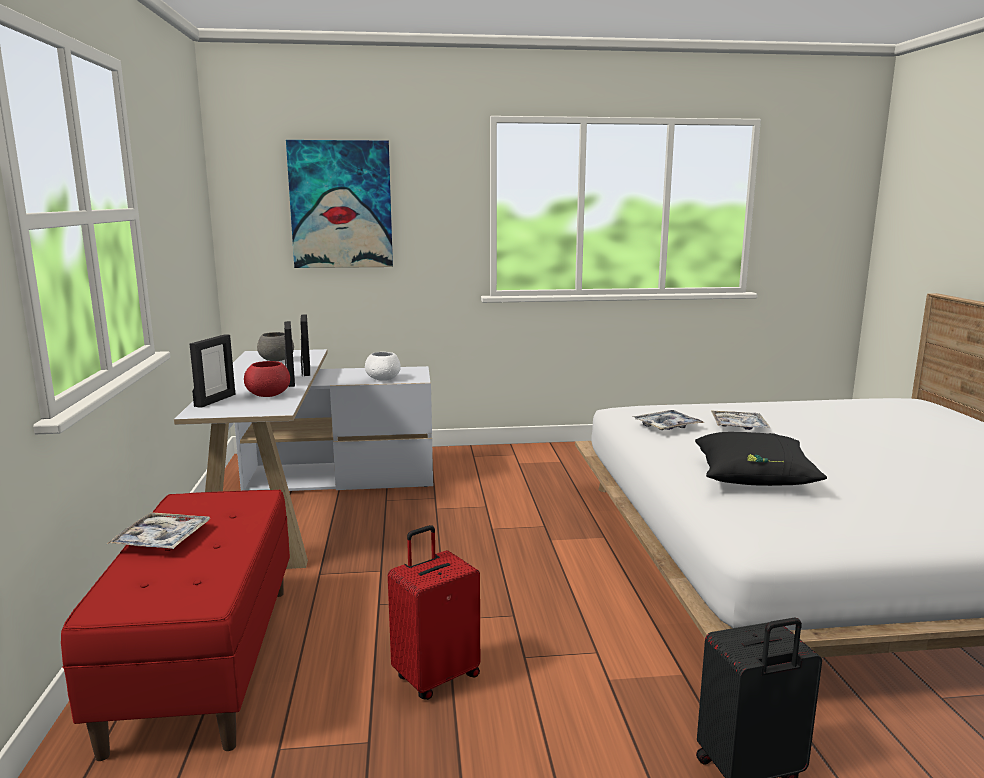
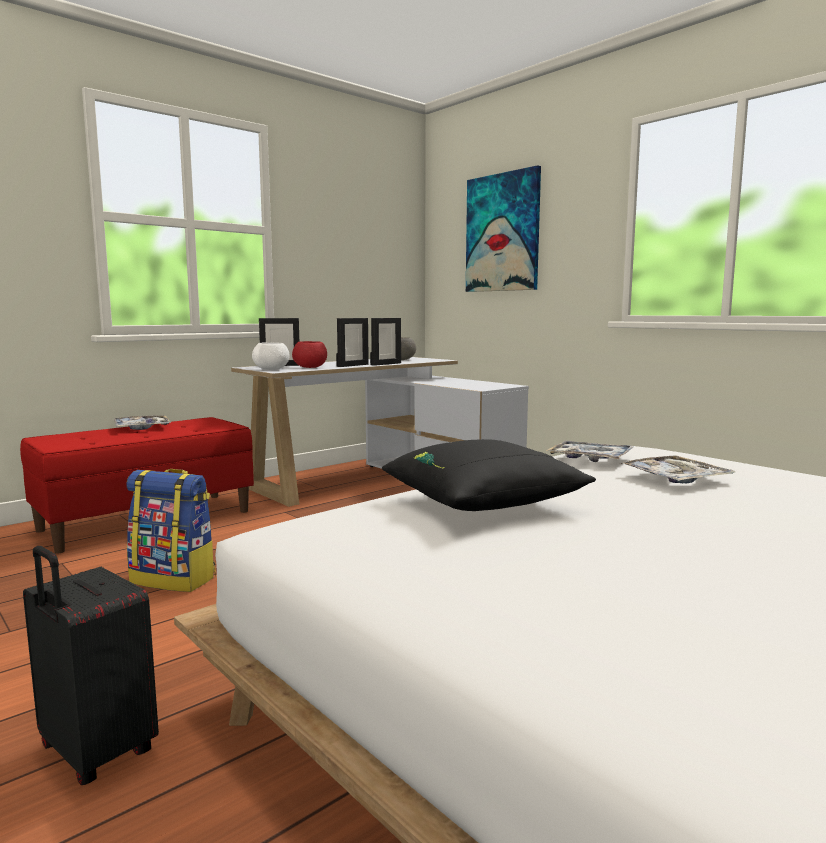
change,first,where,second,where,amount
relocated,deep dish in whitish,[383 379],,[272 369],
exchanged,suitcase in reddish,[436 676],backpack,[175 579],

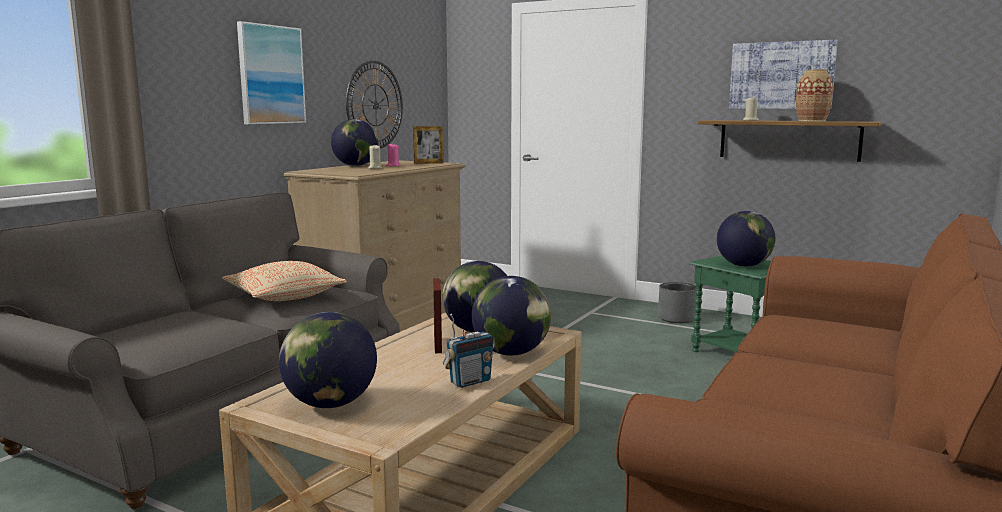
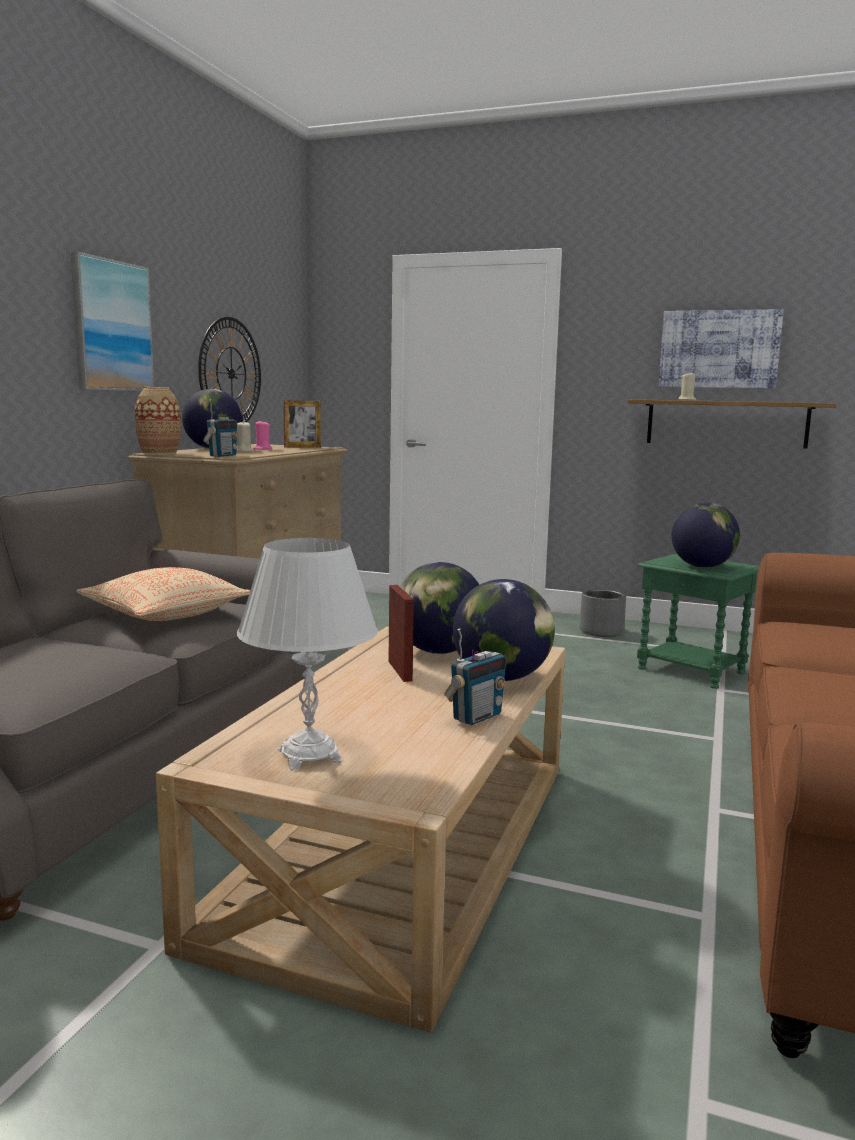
change,first,where,second,where,amount
exchanged,globe,[330 404],tabletop lamp in whitish,[309 756],
relocated,decorative vase,[812 121],,[159 453],
appeared,,,radio,[222 456],

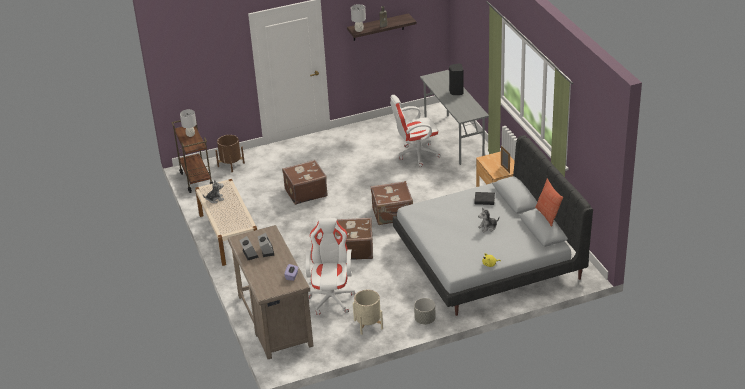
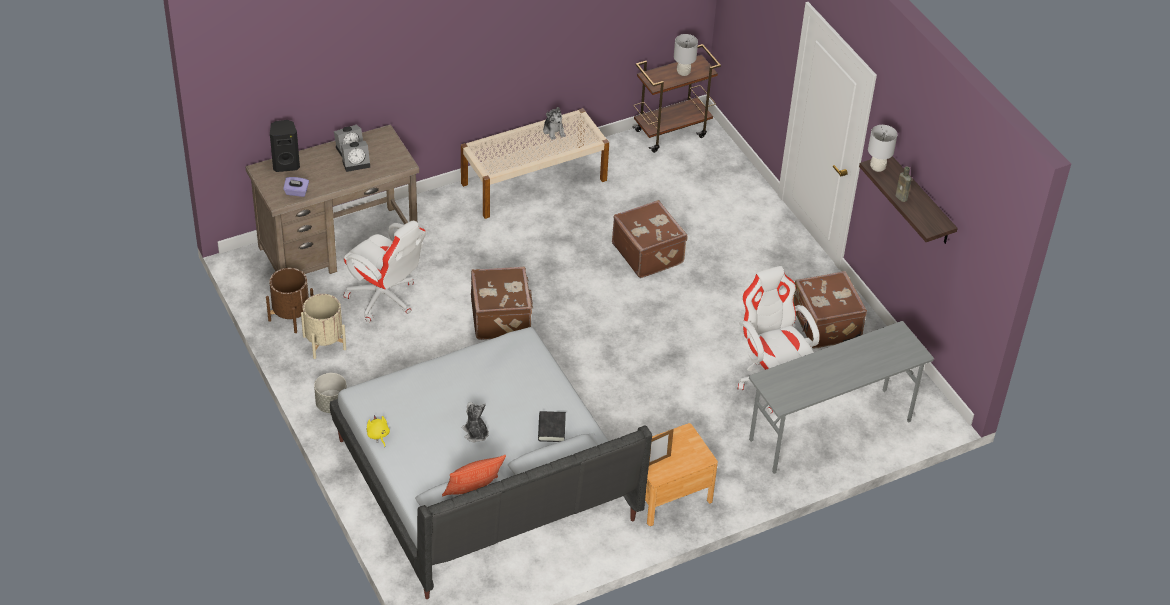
change,first,where,second,where,amount
relocated,flower pot in brown-coloured,[231 165],,[291 316],
spun,office chair in whitish,[332 298],,[386 301],45 degrees clockwise
relocated,suitcase in brown-coloured,[393 214],,[824 325],
relocated,audio speaker in black,[456 92],,[286 164],

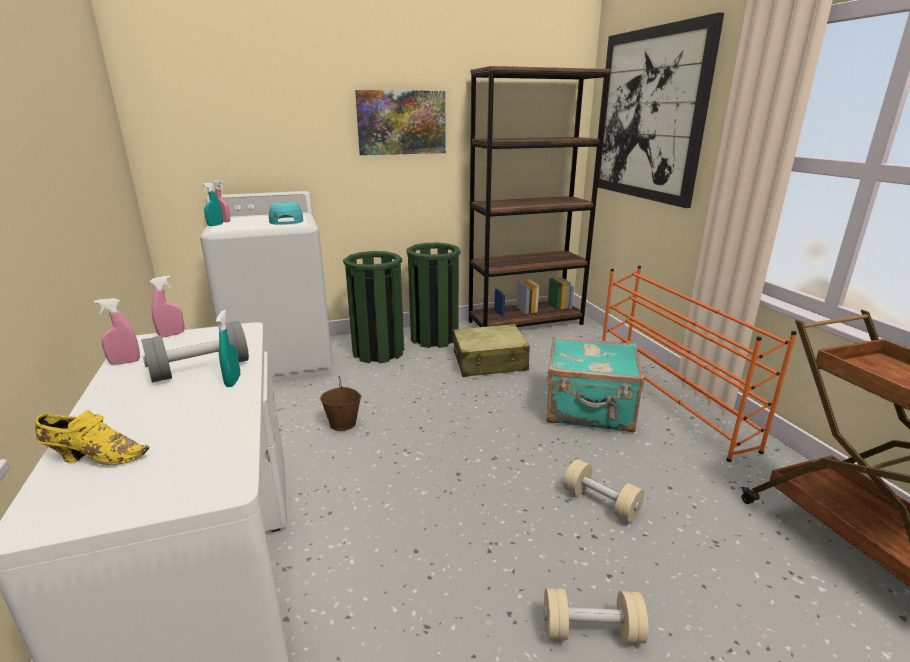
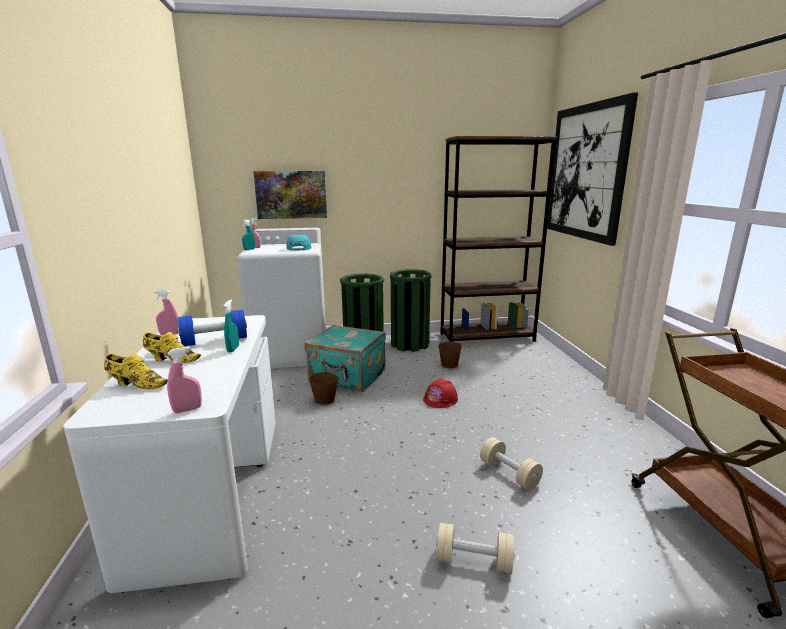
change,first,where,second,where,amount
colour,dumbbell in grey,[200 369],dumbbell in blue,[215 341],
relocated,hand sprayer in pink,[172 334],,[187 410],
relocated,wall art,[401 122],,[291 194],
exchanged,suitcase in sand-coloured,[490 362],pail in brown-coloured,[449 364],
relocated,suitcase in turquoise-coloured,[589 410],,[347 377],
missing,shoe stand in orange-coloured,[669 401],,,
appeared,,,item of footwear in yellow-coloured,[171 360],
appeared,,,safety helmet in reddish,[440 399],

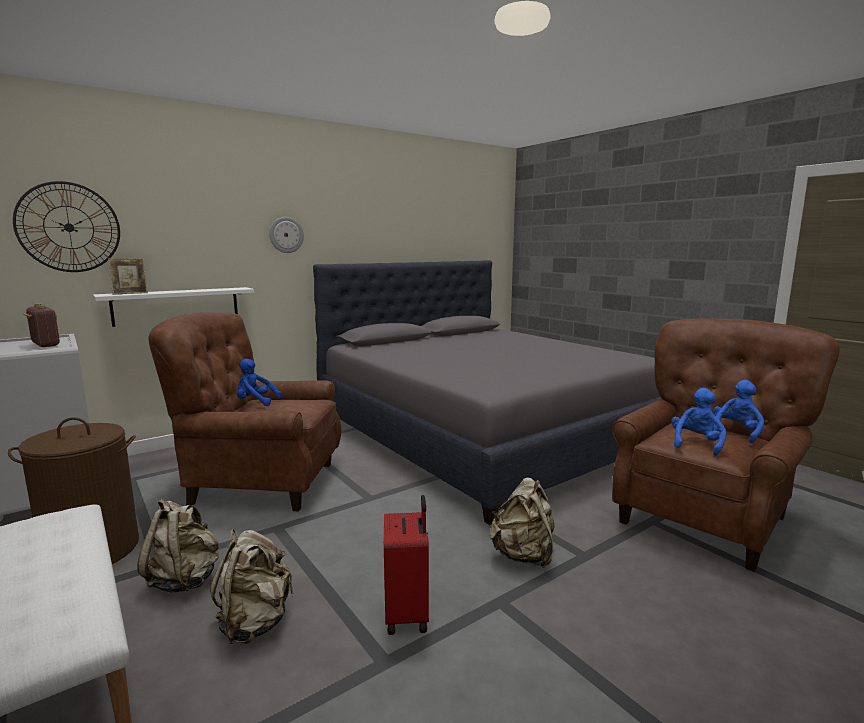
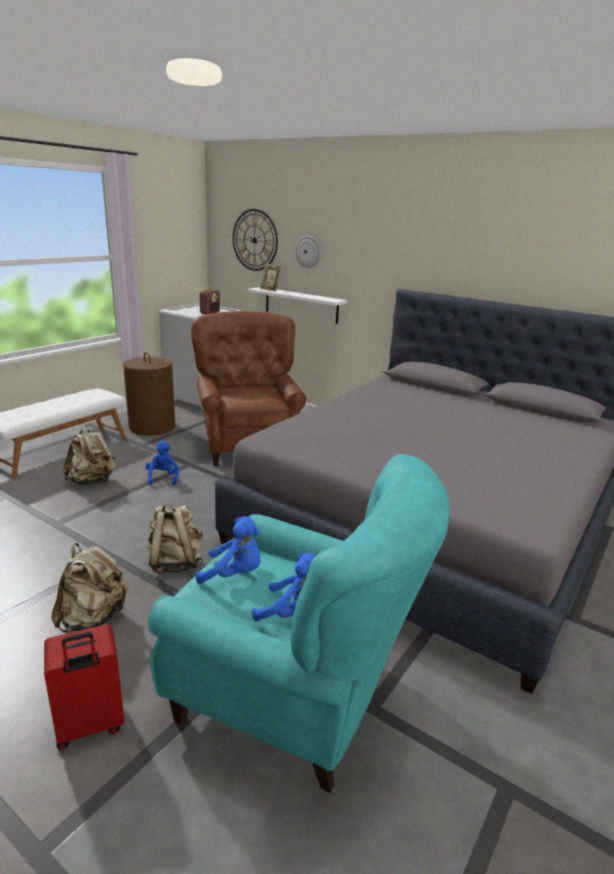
change,first,where,second,where,amount
relocated,backpack in sand-coloured,[185 579],,[93 618],
relocated,soft toy in blue,[256 402],,[163 478],
relocated,hanging clock,[286 235],,[308 251],
relocated,suitcase in reddish,[408 614],,[90 726],
colour,easy chair in brown-coloured,[705 517],easy chair in turquoise-coloured,[295 696],

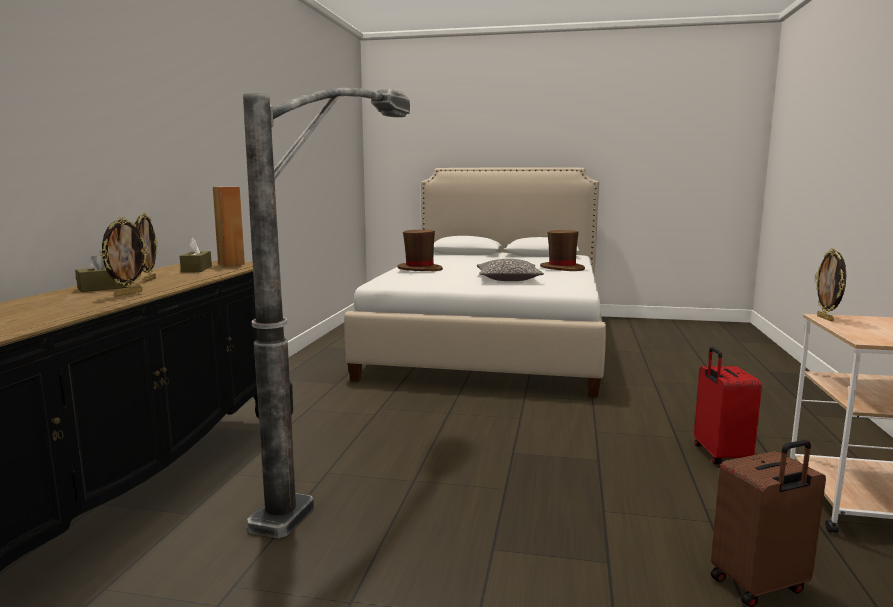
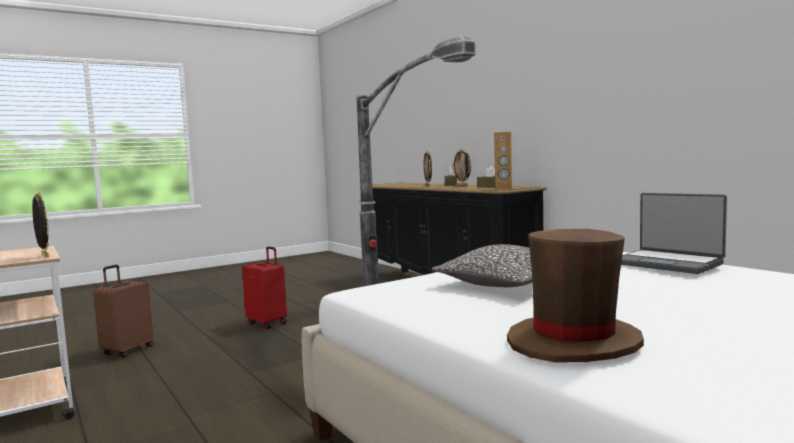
change,first,where,second,where,amount
exchanged,hat in brown-coloured,[419 269],notebook computer,[668 263],
relocated,suitcase in reddish,[719 455],,[268 323],

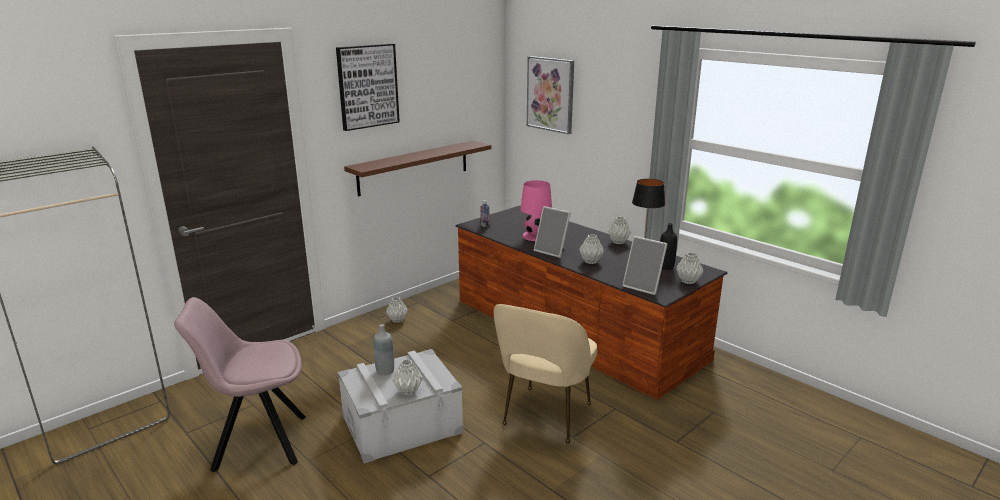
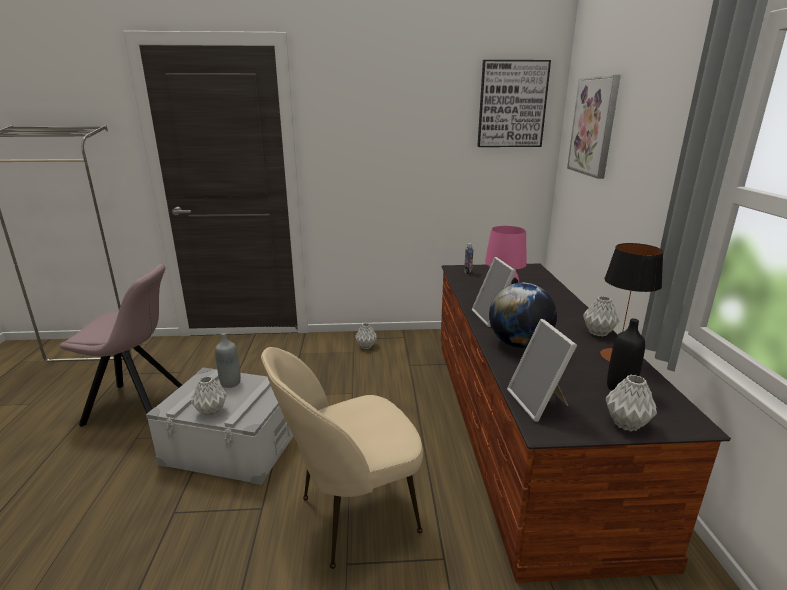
change,first,where,second,where,amount
spun,upright chair in pink,[259 443],,[136 405],150 degrees clockwise
relocated,wall art,[367 86],,[512 104],
missing,wall shelf in brown-coloured,[414 167],,,
exchanged,decorative vase in grey,[591 262],globe,[519 344],

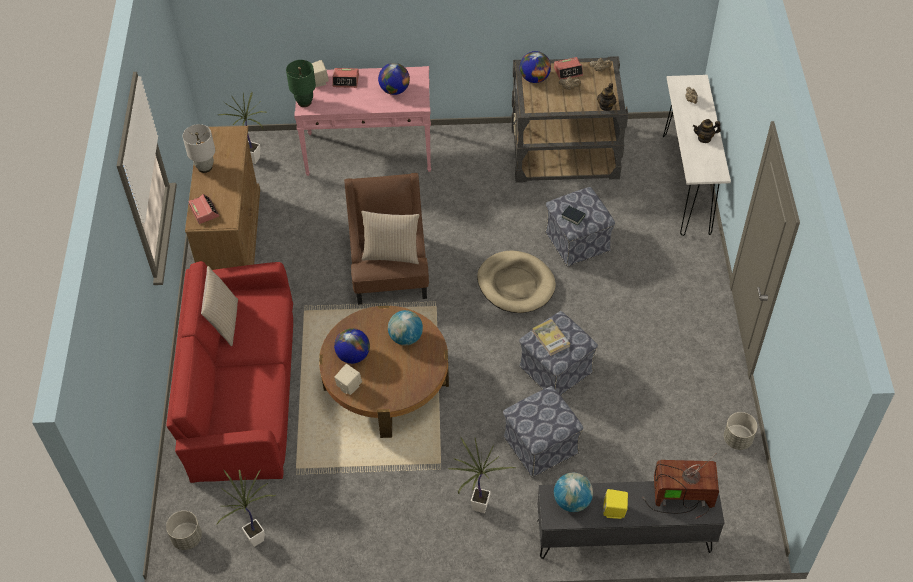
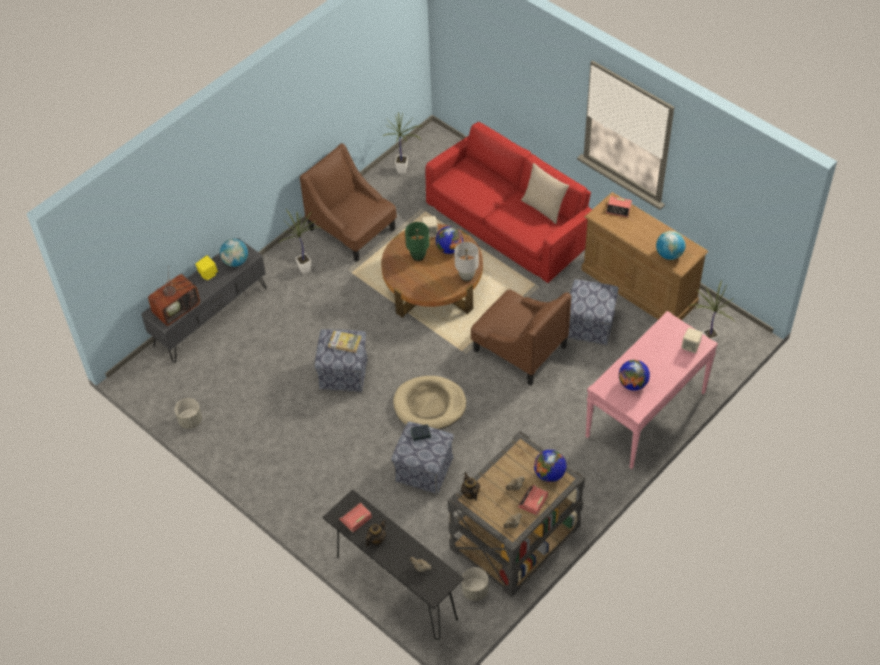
change,first,where,second,where,amount
relocated,flower pot in grey,[186 538],,[475 590],
relocated,tabletop lamp in whitish,[205 167],,[467 276],
relocated,tabletop lamp in green,[304 102],,[418 256],
relocated,alarm clock,[346 80],,[355 518],
missing,pillow in sand-coloured,[391 254],,,
relocated,globe,[406 338],,[669 254],
relocated,ottoman,[540 445],,[590 324],
colour,console table in whitish,[686 183],console table in black,[396 587],
appeared,,,easy chair in brown-coloured,[352 229],

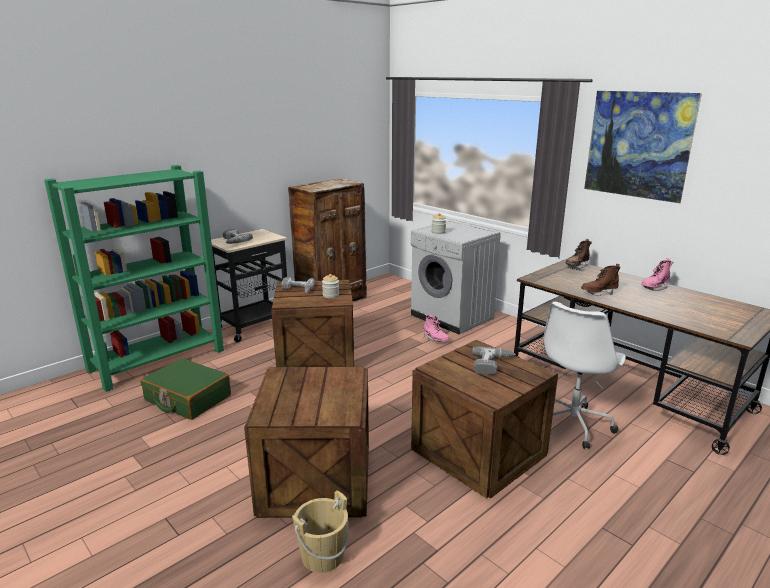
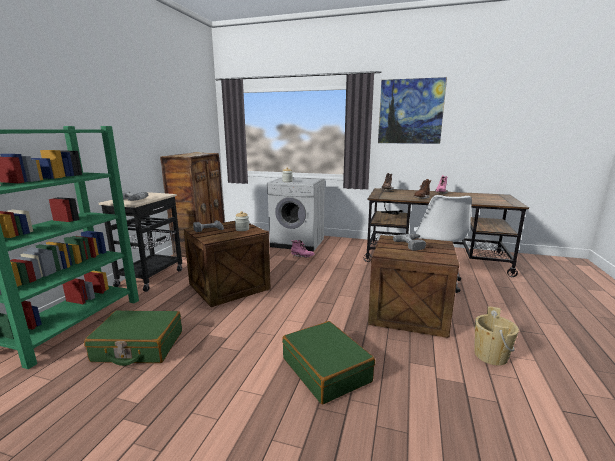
change,first,where,second,where,amount
exchanged,crate,[315 479],suitcase in green,[326 369],
relocated,pail in sand-coloured,[322 555],,[490 355],

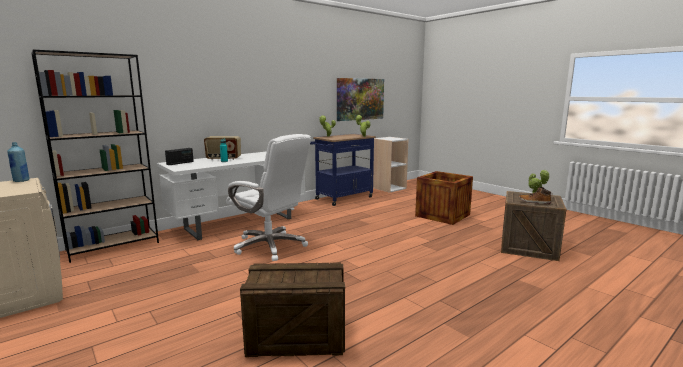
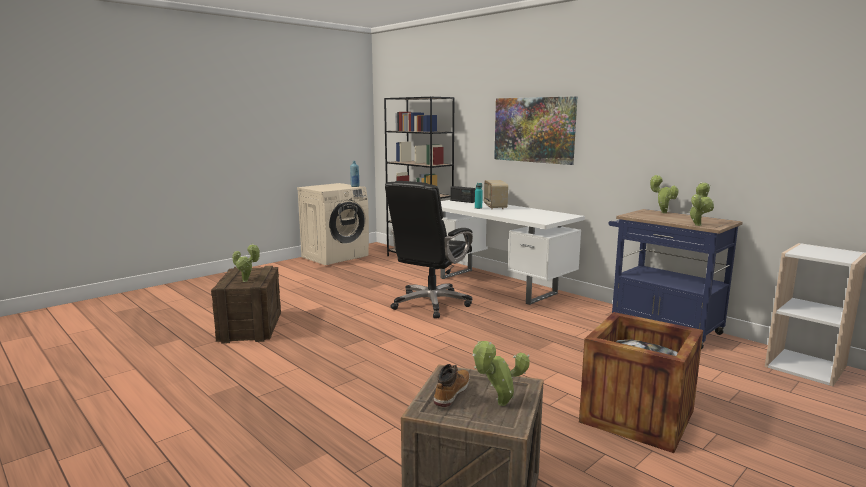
change,first,where,second,where,amount
colour,office chair in whitish,[270 246],office chair in black,[431 304],
relocated,wall art,[360 99],,[534 130],
appeared,,,houseplant,[247 281],

